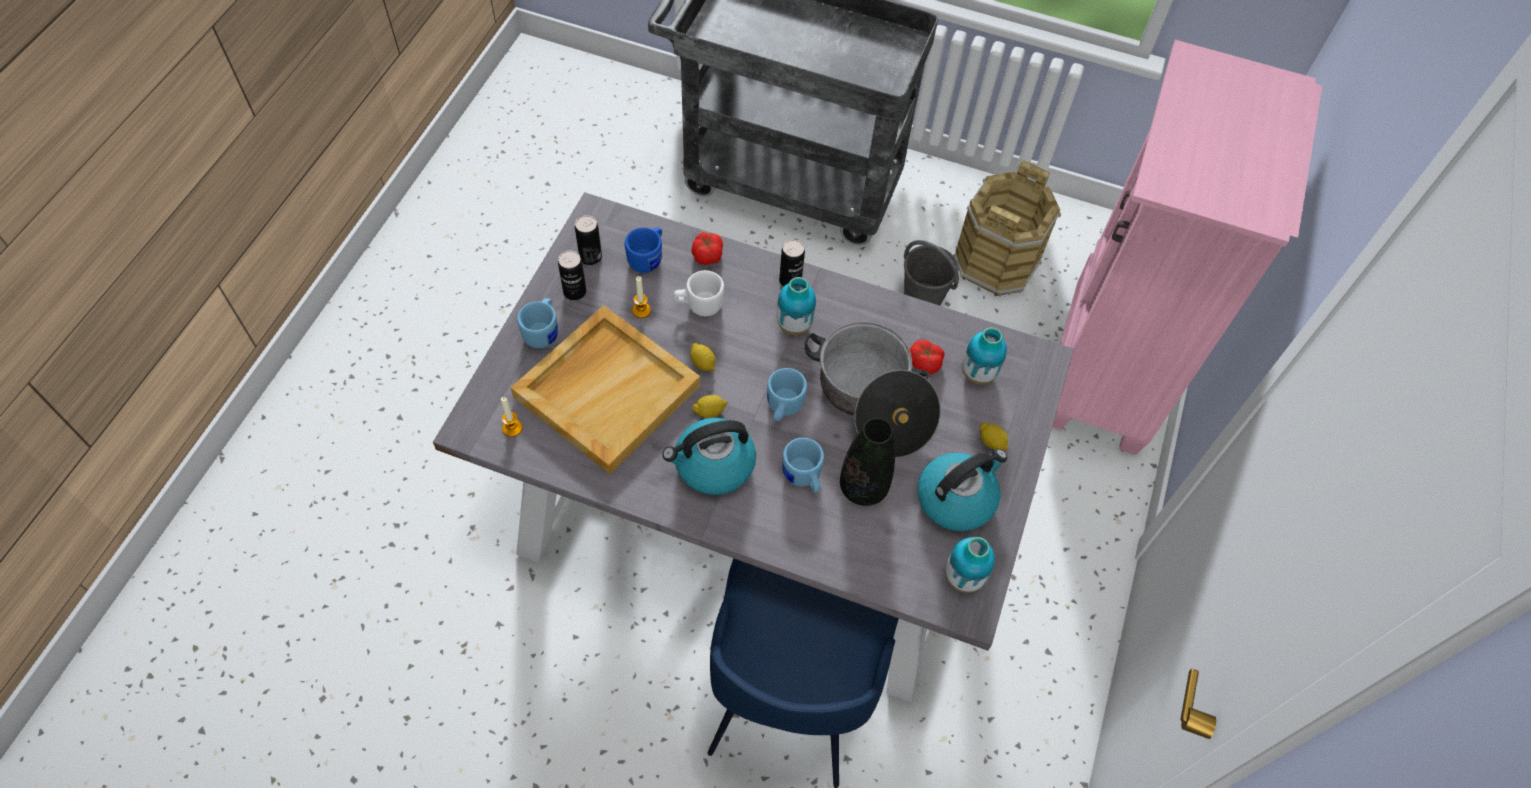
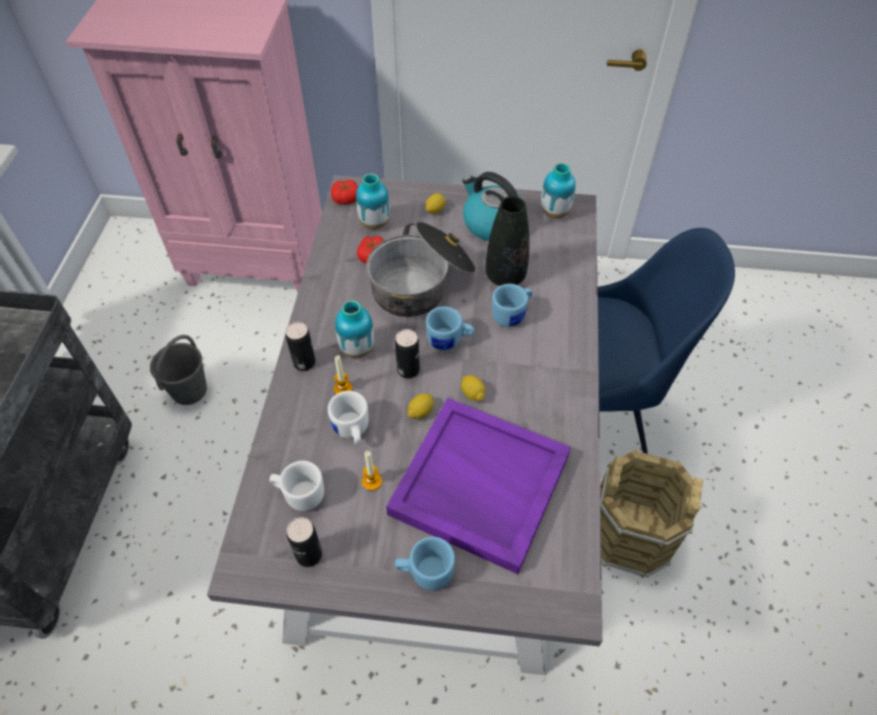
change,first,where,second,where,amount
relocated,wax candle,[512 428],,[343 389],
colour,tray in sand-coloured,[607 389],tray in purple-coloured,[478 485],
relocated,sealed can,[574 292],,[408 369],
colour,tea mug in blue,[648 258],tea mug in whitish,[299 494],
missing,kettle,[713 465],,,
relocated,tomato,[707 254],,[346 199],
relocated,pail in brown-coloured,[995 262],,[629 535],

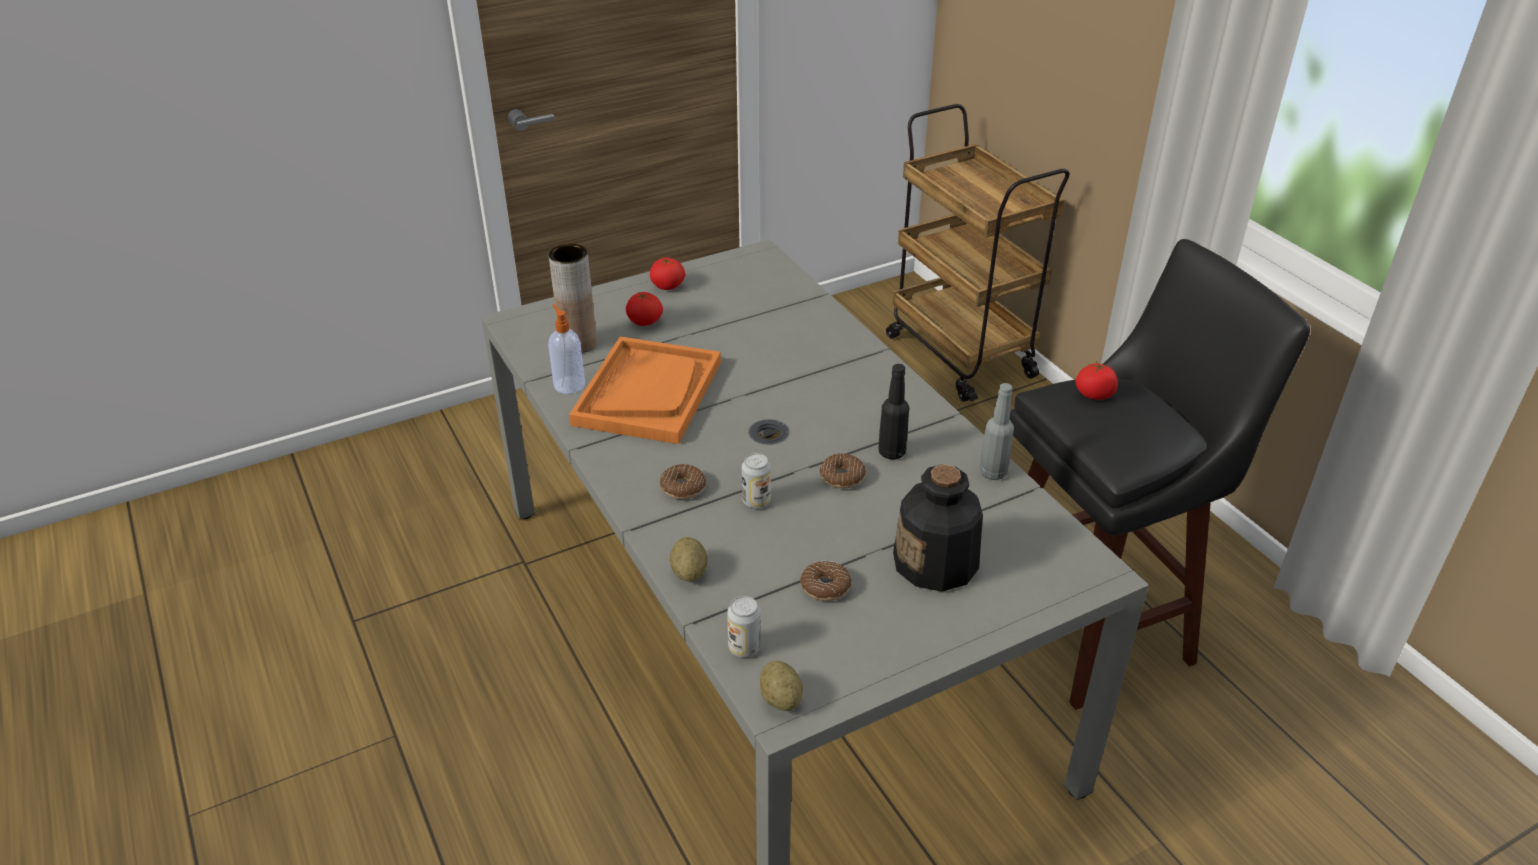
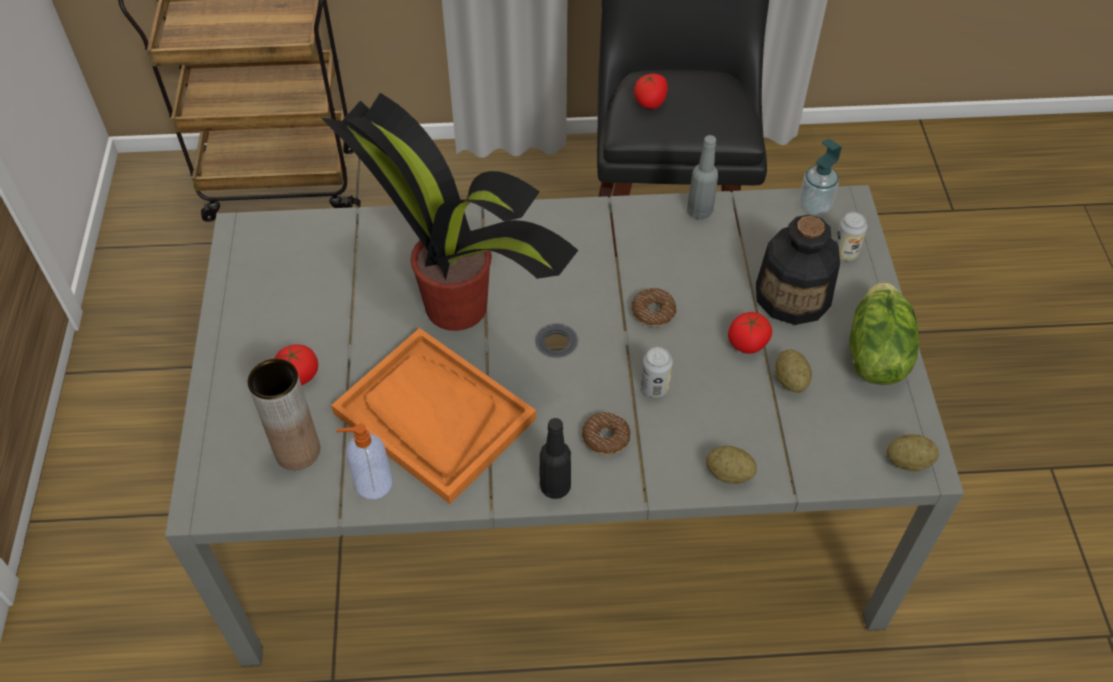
change,first,where,second,where,amount
relocated,tomato,[668 286],,[747 343],
relocated,sealed can,[744 647],,[845 252],
exchanged,donut,[825 587],potato,[790 380],
relocated,drink bottle in black,[891 452],,[555 487],
appeared,,,houseplant,[454 303],
appeared,,,soap bottle,[814 206],
appeared,,,lettuce,[874 353],

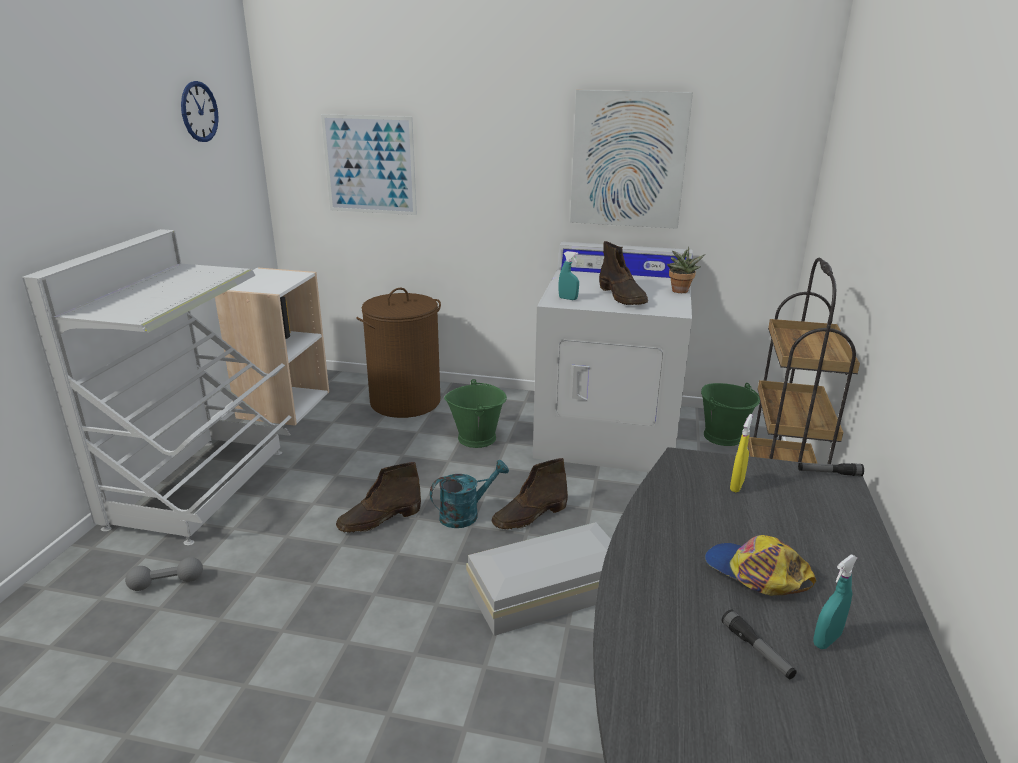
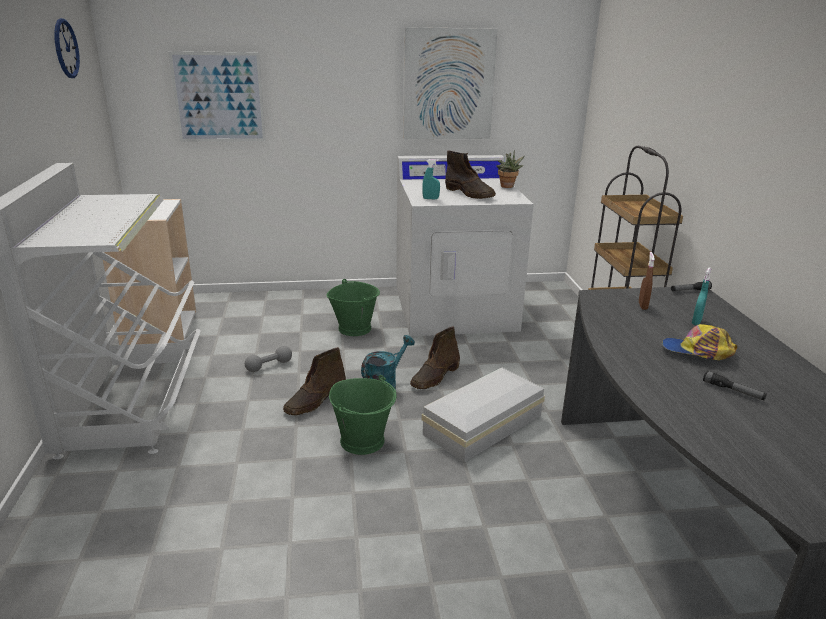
change,first,where,second,where,amount
relocated,dumbbell in grey,[167 583],,[269 366],
missing,washing basket in brown-coloured,[405 401],,,
relocated,pail in green,[723 436],,[363 440],
colour,hand sprayer in yellow-coloured,[736 486],hand sprayer in brown-coloured,[642 306],
relocated,hand sprayer in turquoise-coloured,[826 640],,[696 322],

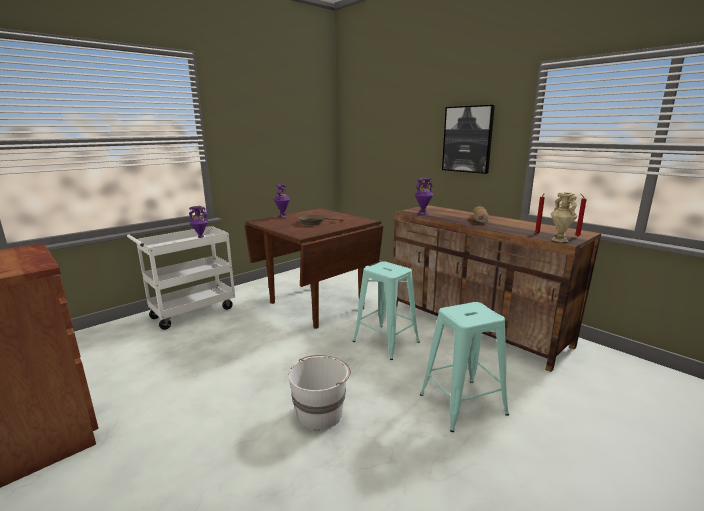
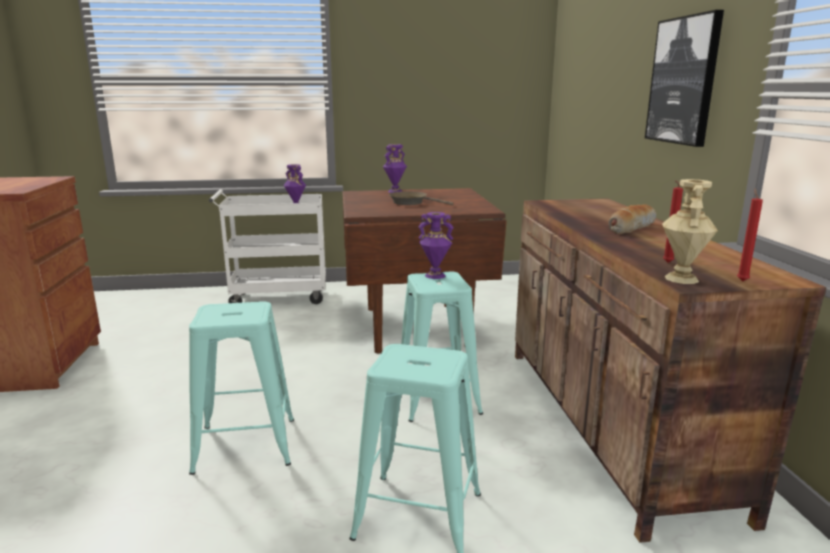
change,first,where,second,where,amount
exchanged,pail in whitish,[320 413],sitting stool in turquoise-coloured,[245 445],
relocated,decorative vase in purple-coloured,[423 214],,[435 276],

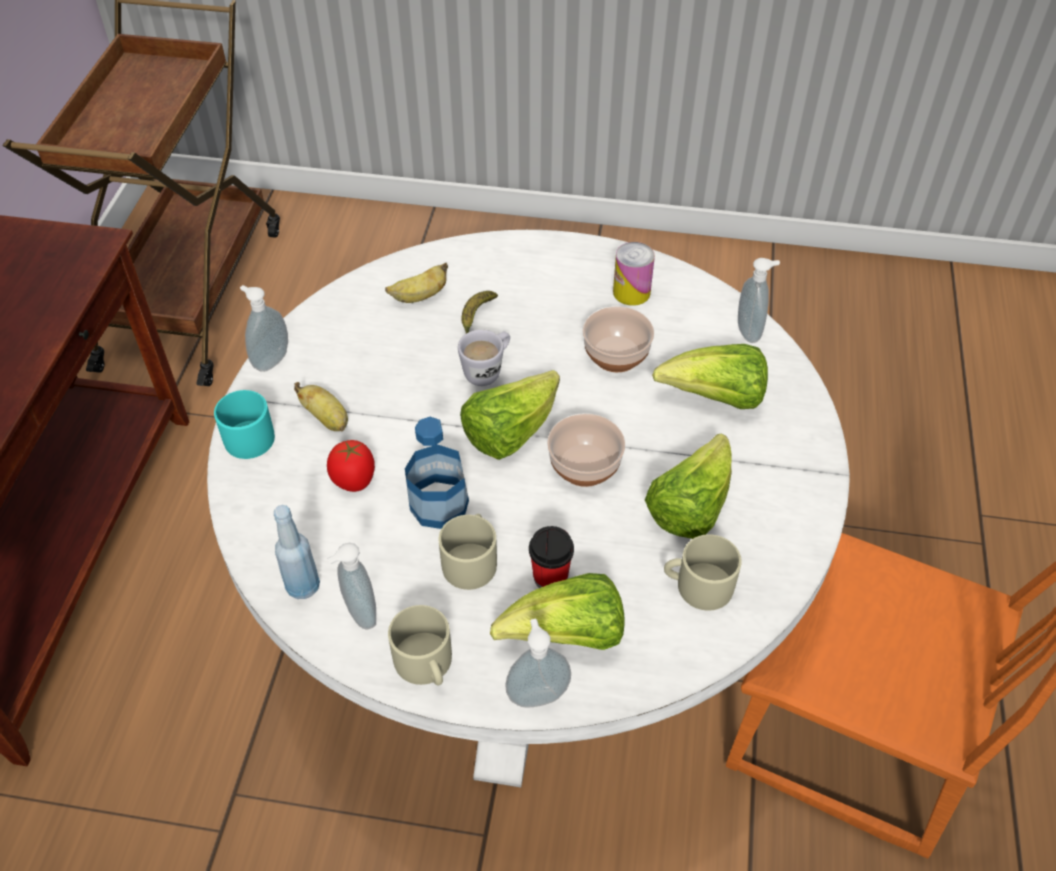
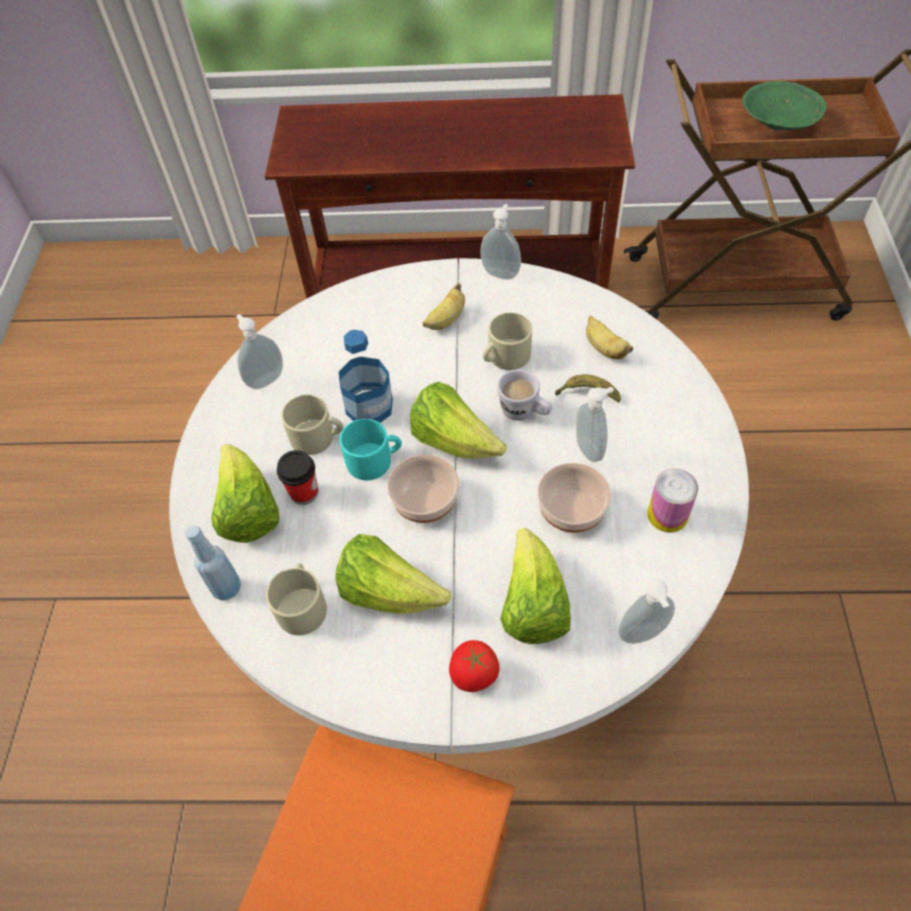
change,first,where,second,where,amount
relocated,tea mug in turquoise-coloured,[250 433],,[374 460],
relocated,drink bottle in blue,[303 586],,[226 587],
relocated,tomato,[354 480],,[474 675],
relocated,tea mug in sand-coloured,[426 664],,[505 357],
relocated,soap bottle,[537 694],,[590 448],
appeared,,,deep dish in green,[777 123],

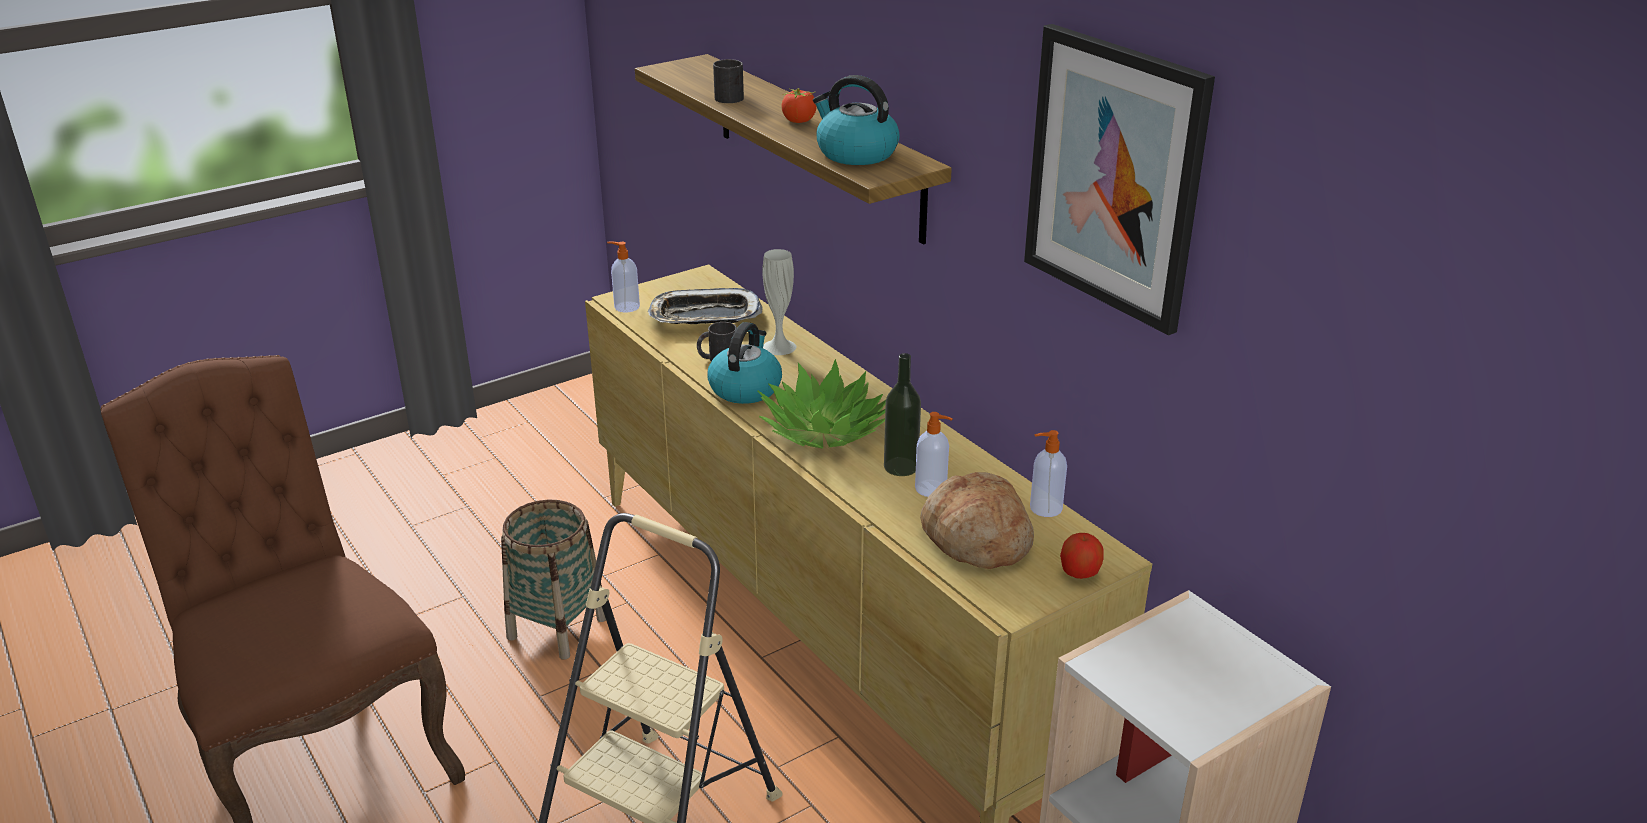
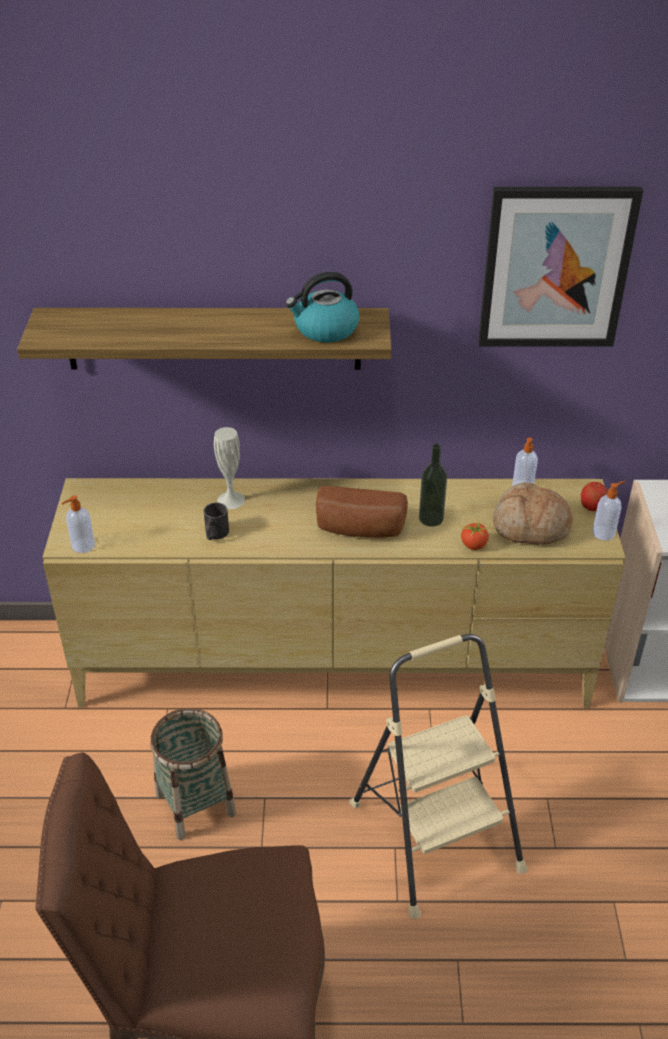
change,first,where,second,where,amount
missing,tray,[704 316],,,
missing,kettle,[745 388],,,
missing,tea mug in black,[731 96],,,
exchanged,houseplant,[824 431],bakery bread,[359 530],
relocated,tomato,[799 121],,[474 545],
relocated,soap bottle,[932 489],,[604 533],

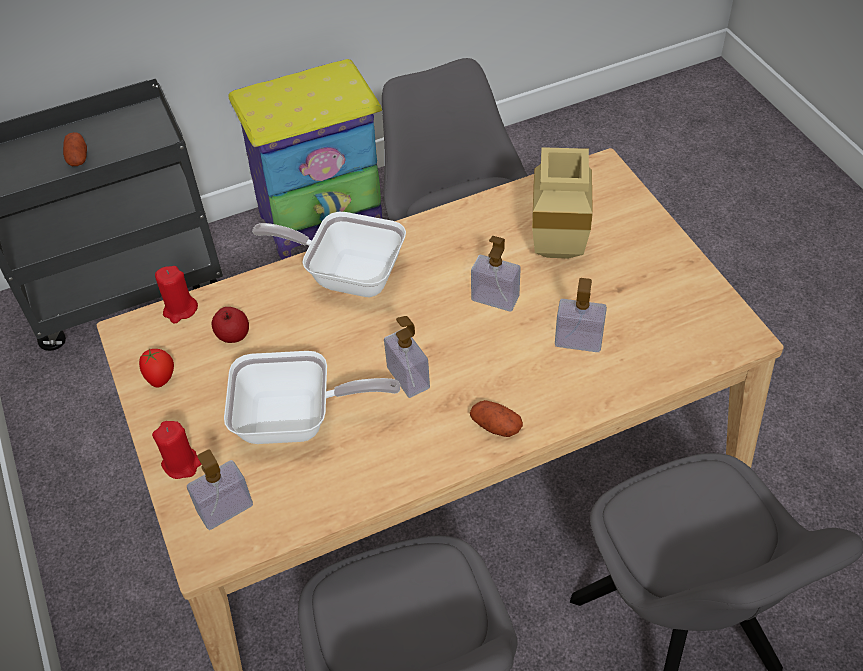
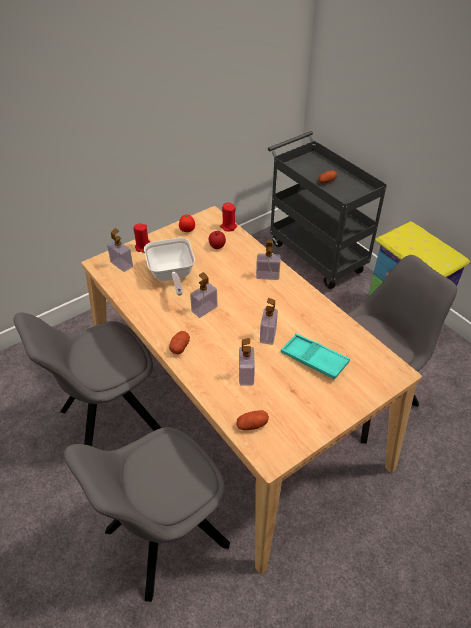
change,first,where,second,where,amount
exchanged,pan,[348 274],soap bottle,[267 275],
exchanged,decorative vase in sand-coloured,[560 252],tray in turquoise-coloured,[314 359],
appeared,,,potato,[252 425],

